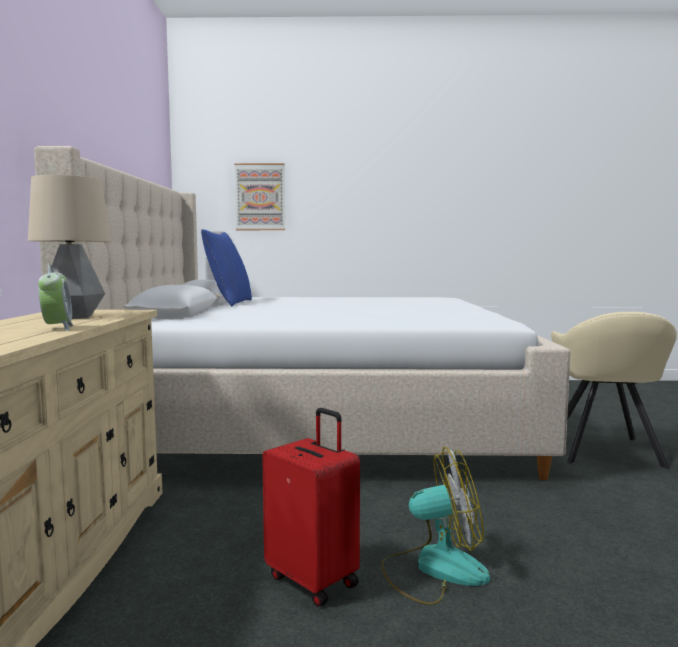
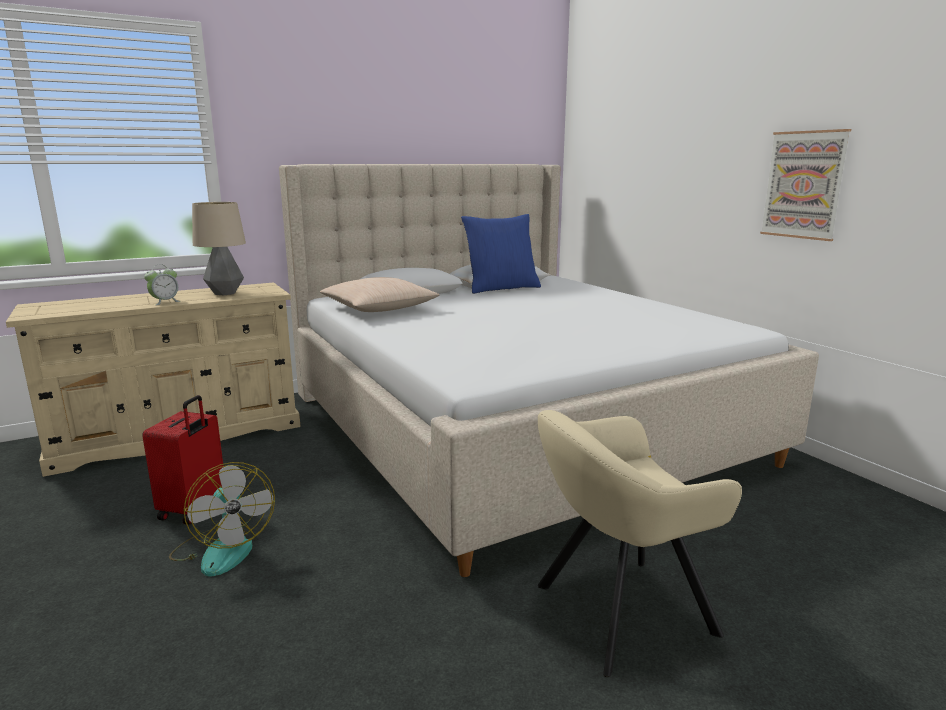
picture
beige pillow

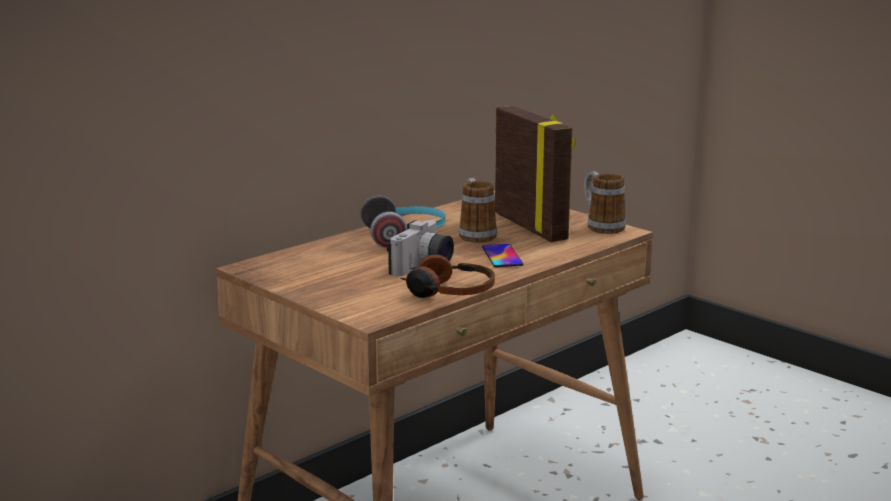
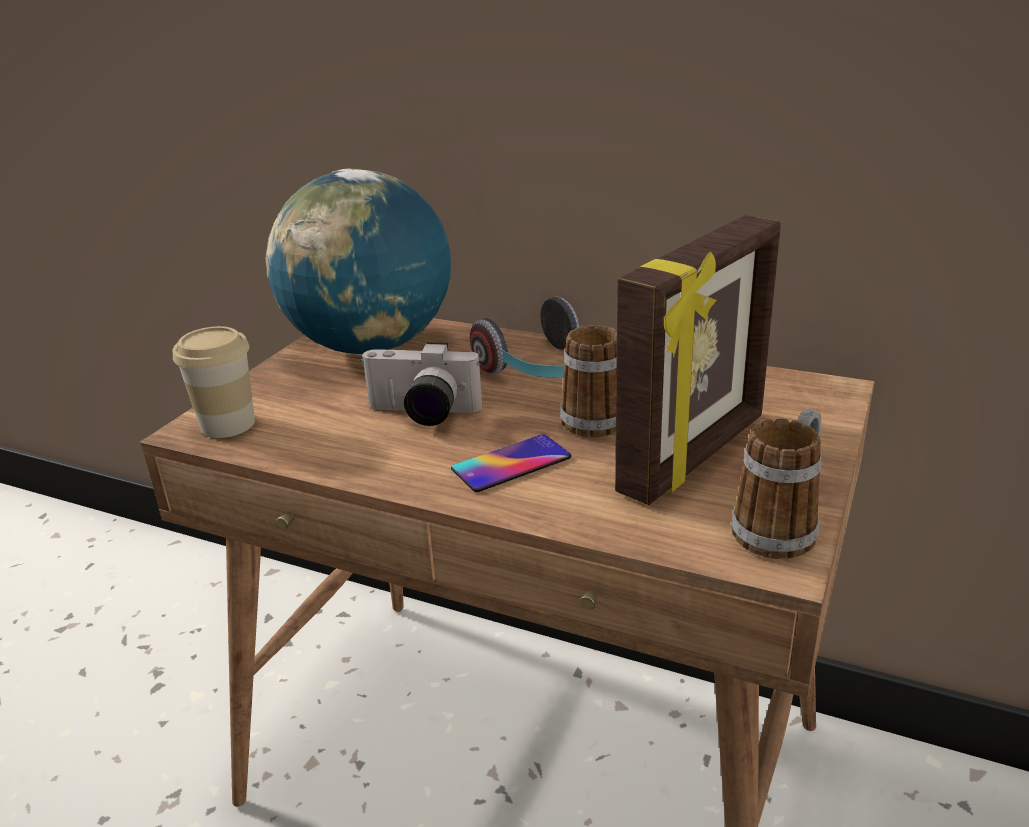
headphones (2nd from left in the first image)
globe
cup

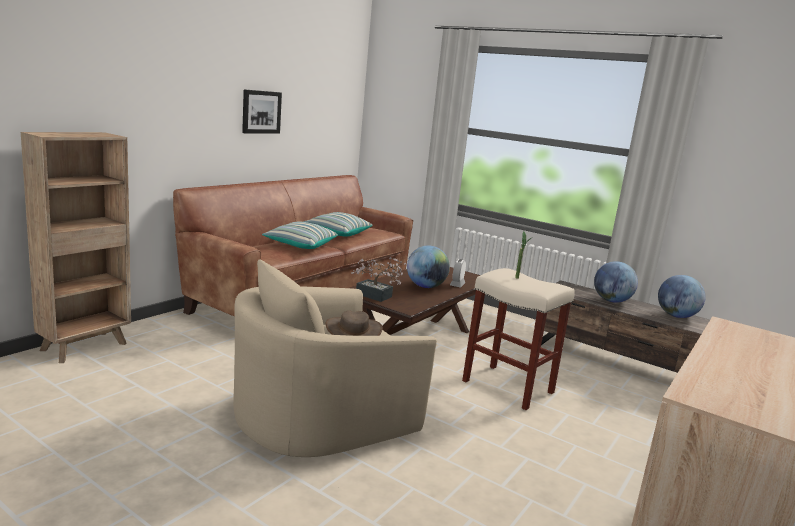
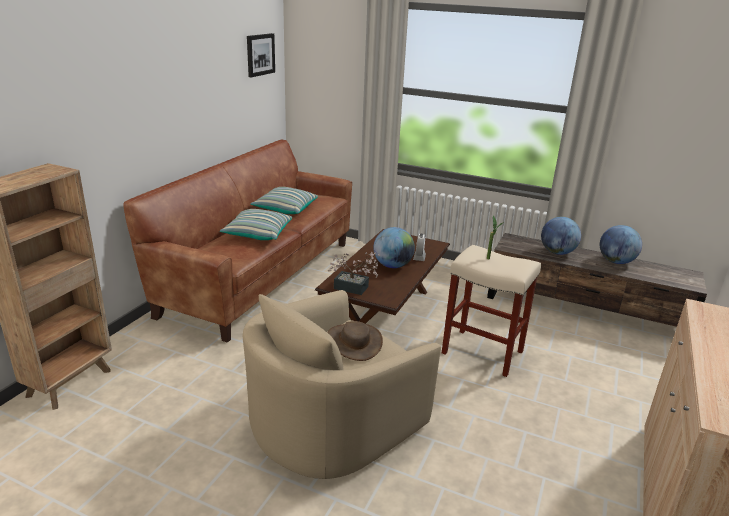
picture

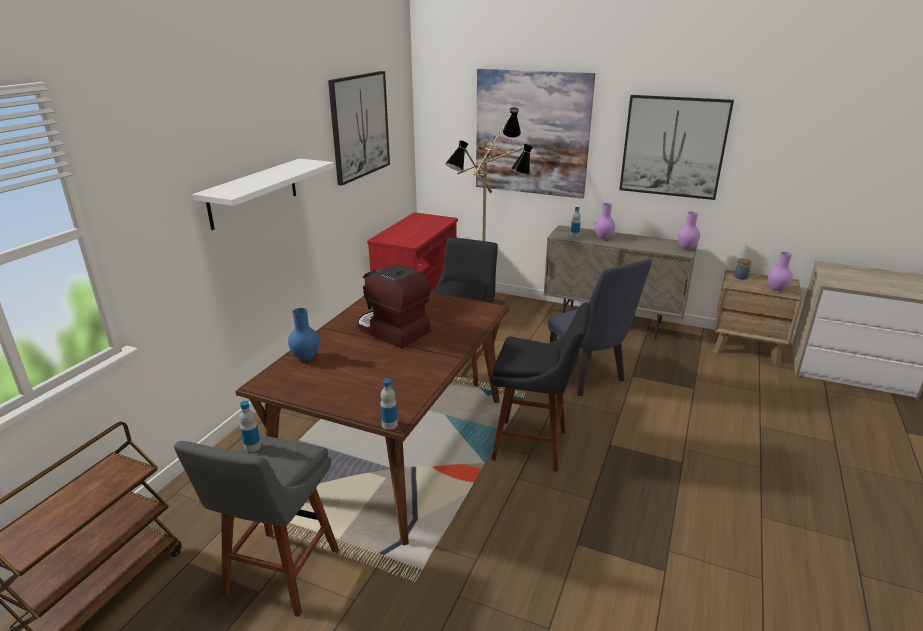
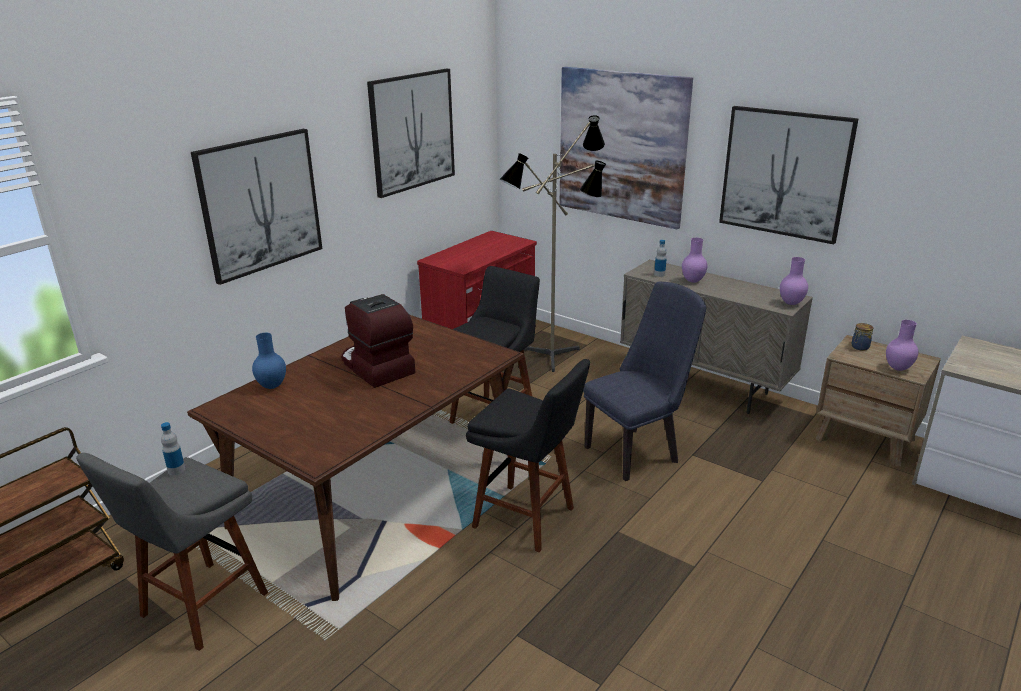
picture (1st from left)
blue chair
bottle (2nd from left in the first image)

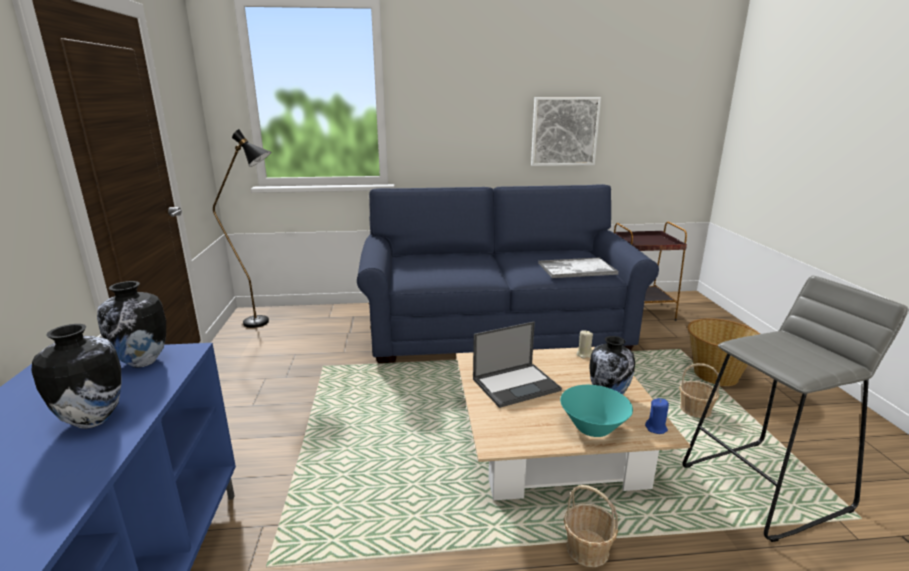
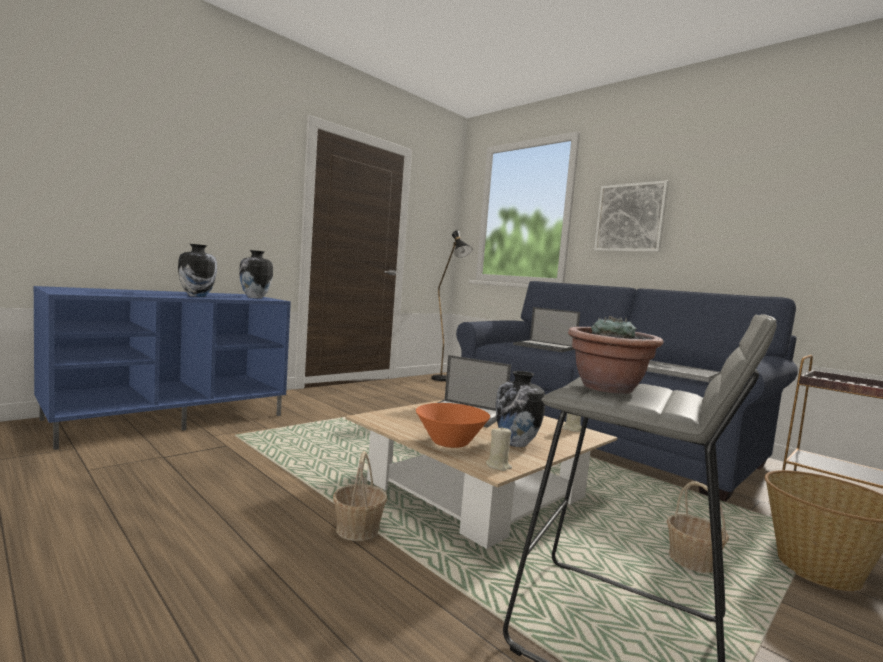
picture
orange bowl
beige candle (1st from left)
laptop (2nd from left)
potted plant

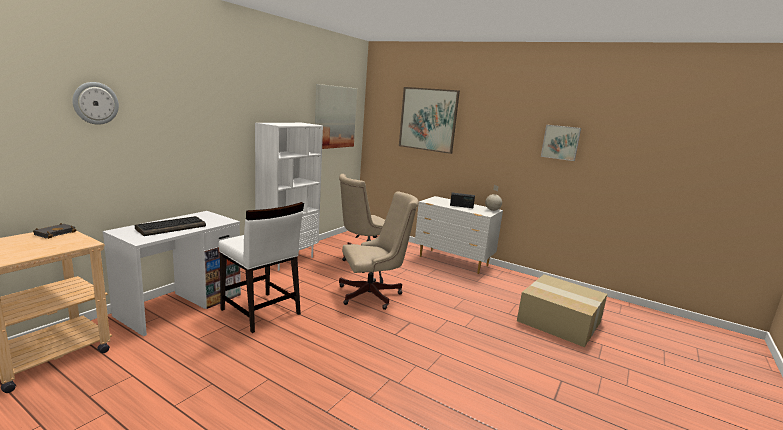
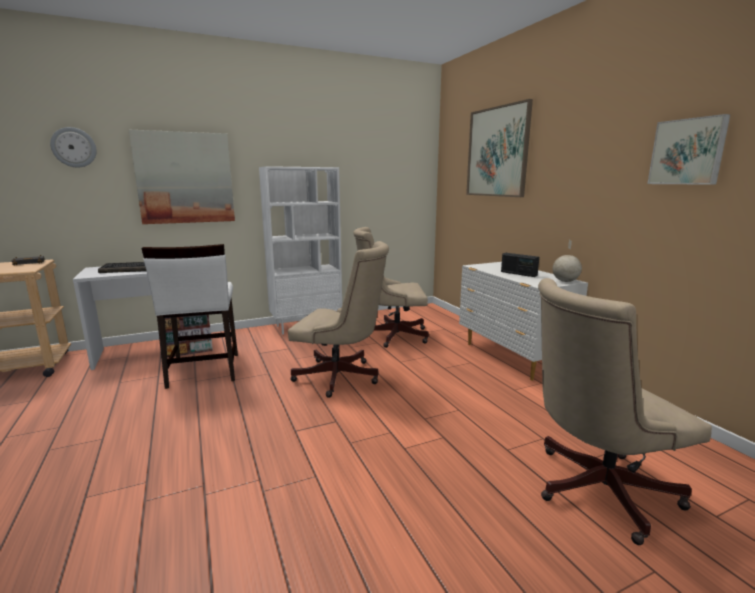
picture (1st from left)
beige office chair (3rd from left)

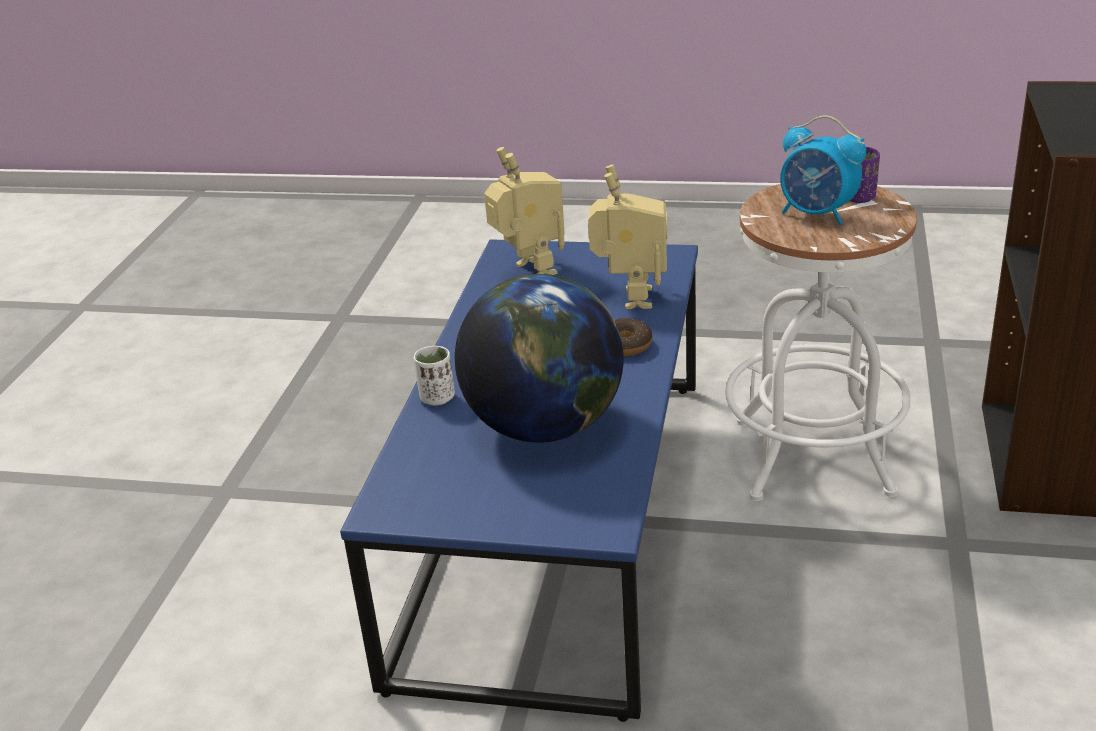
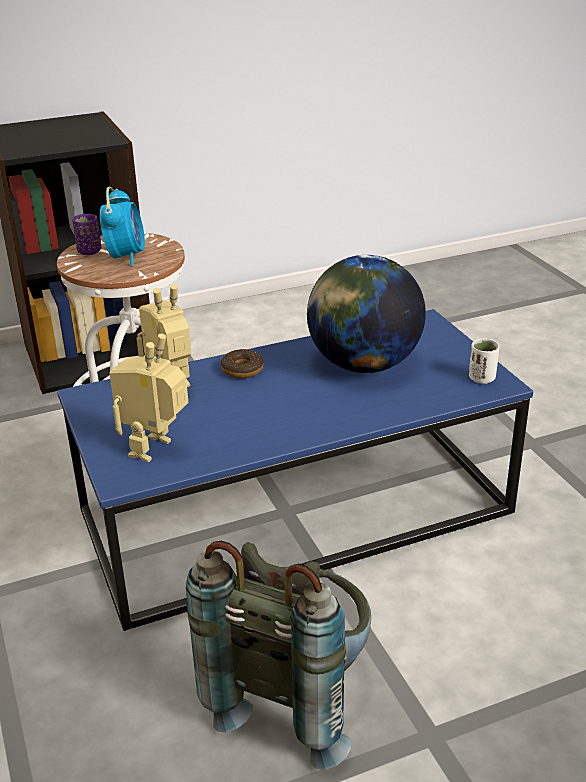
white cup
grey backpack

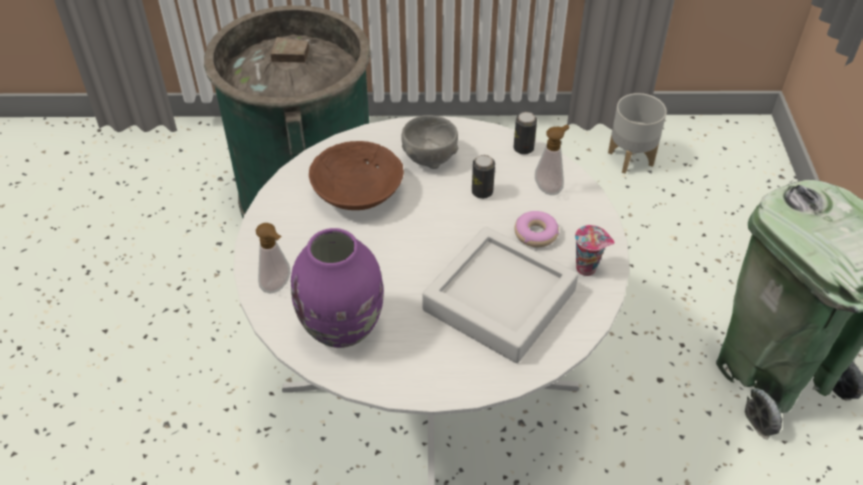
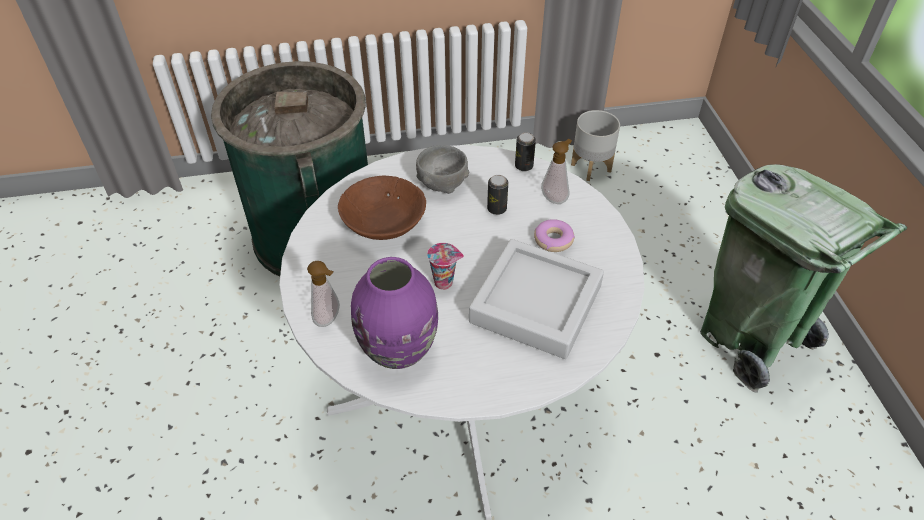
cup

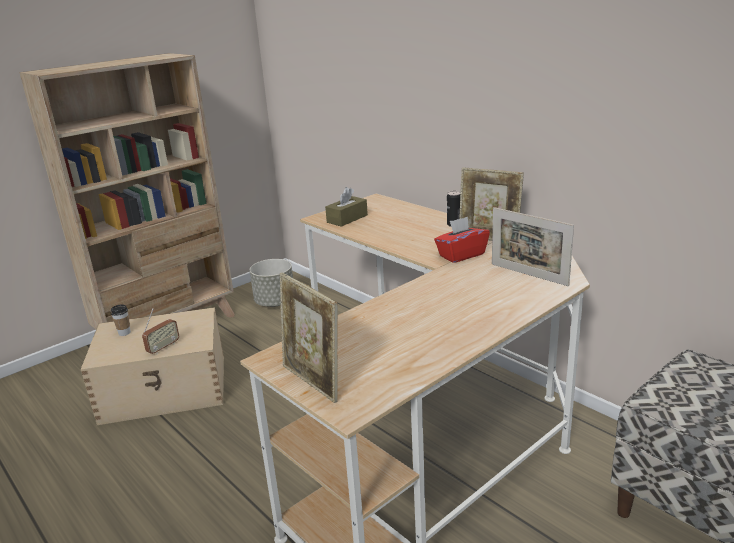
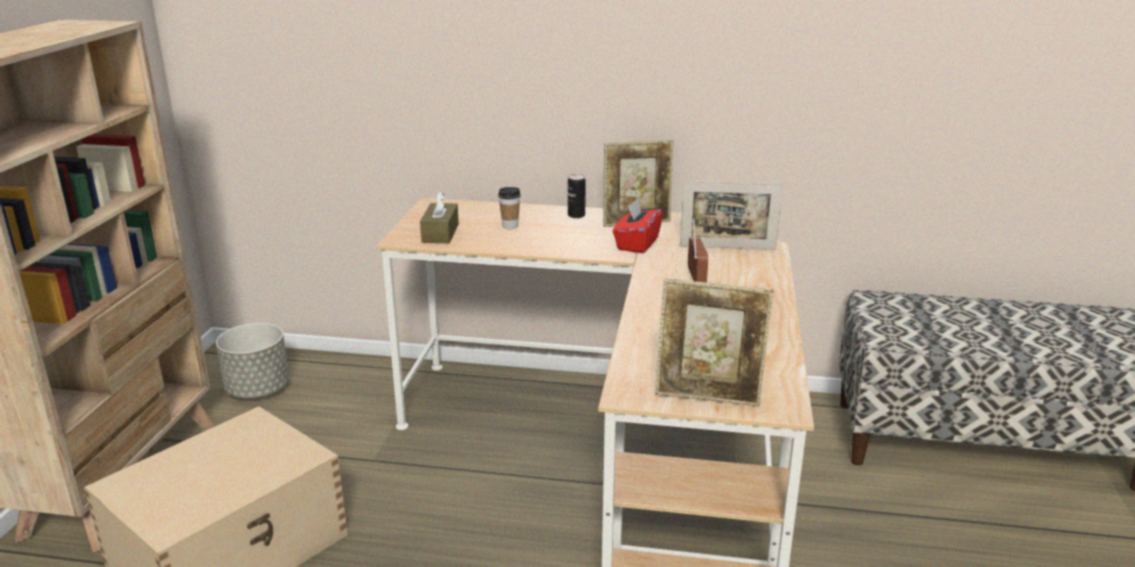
cup
radio

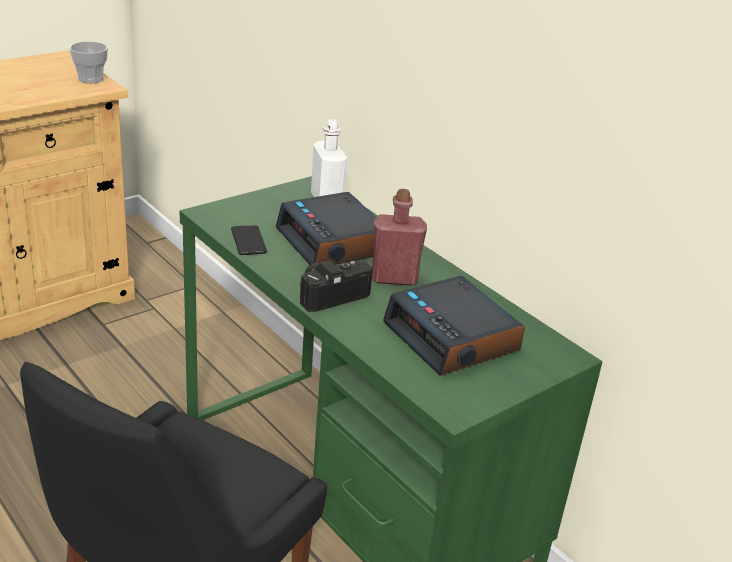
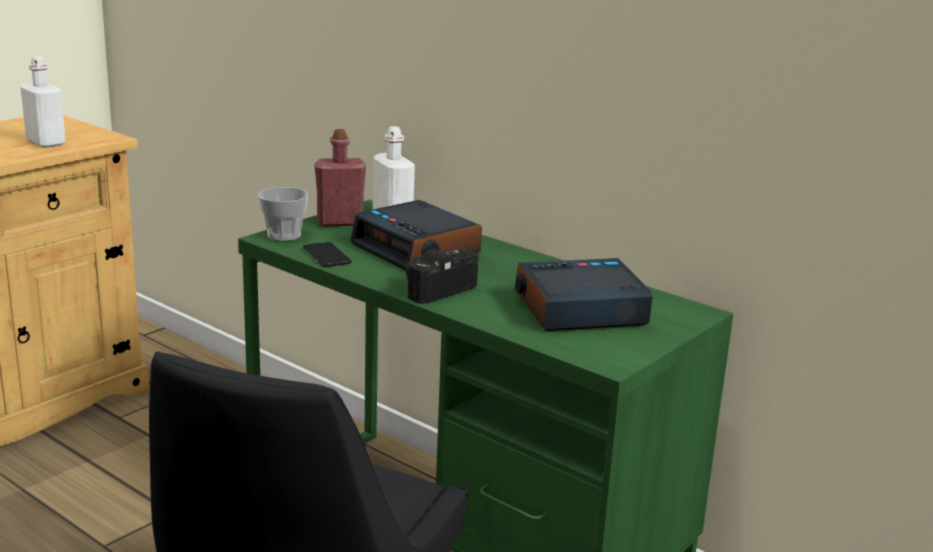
cup
red bottle
alarm clock (2nd from left)
white bottle (1st from left)

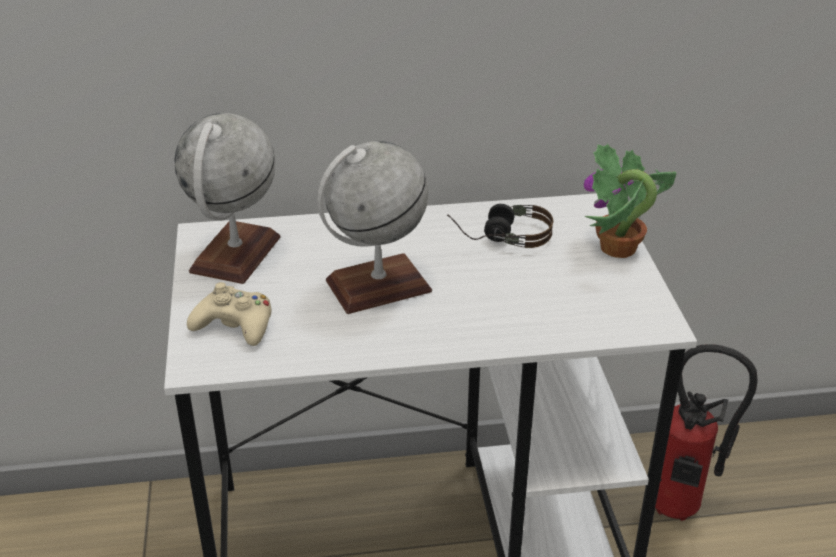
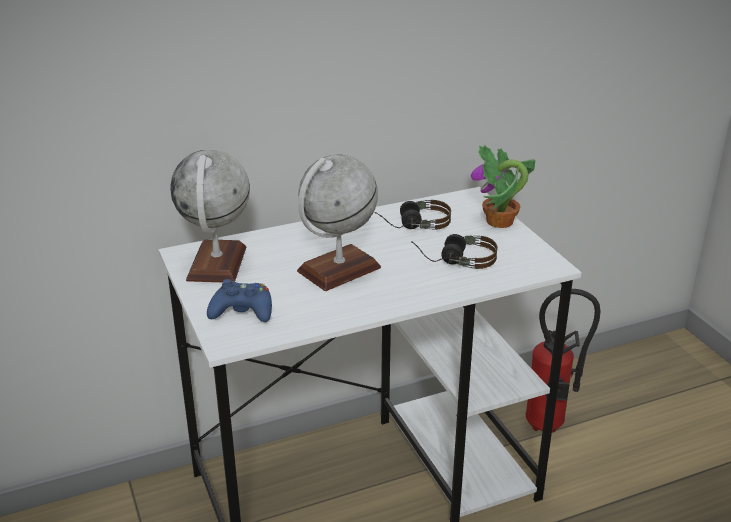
blue game controller
headphones (2nd from left)

